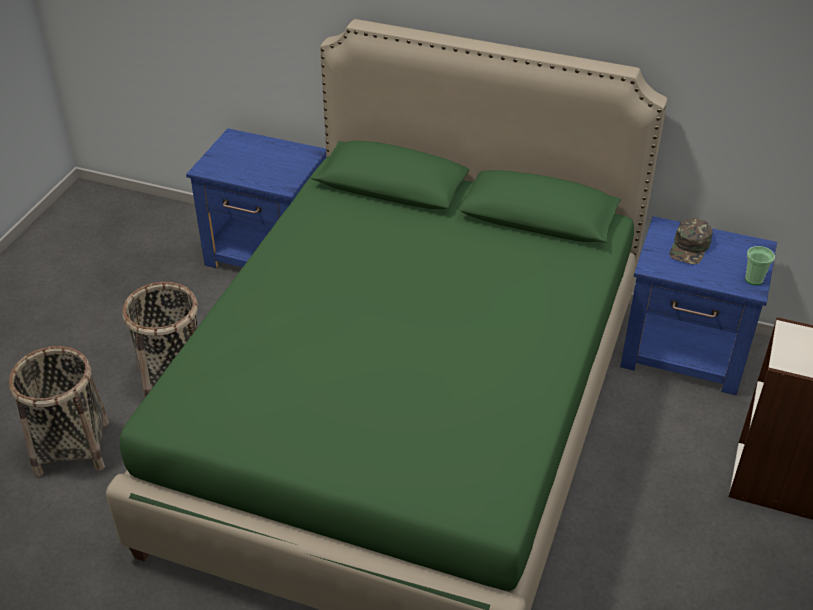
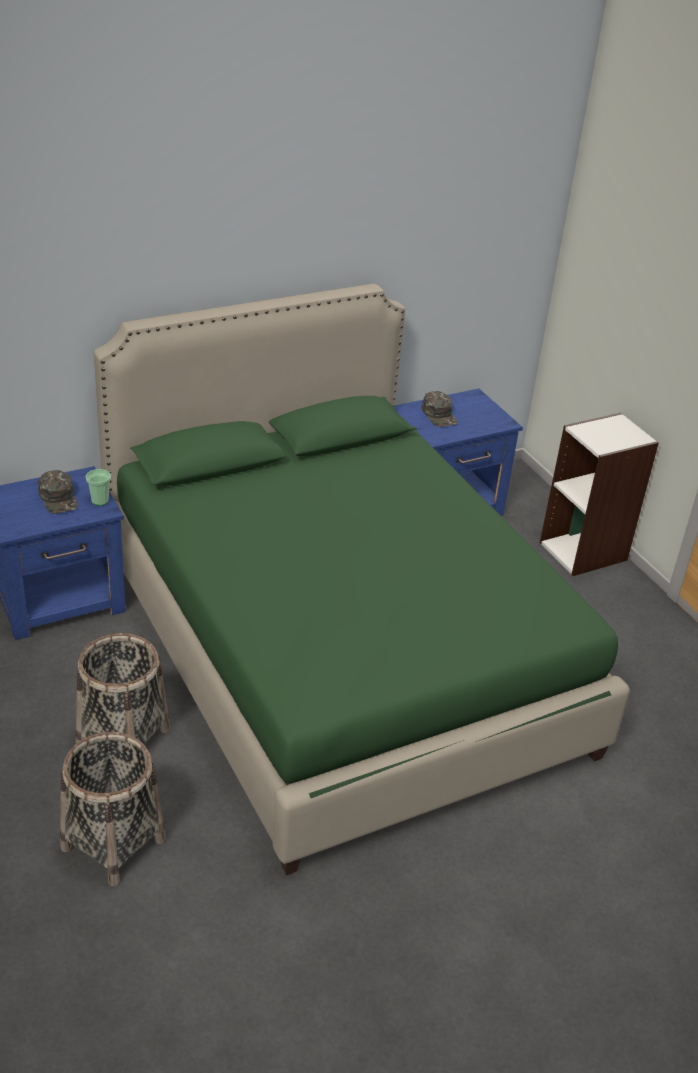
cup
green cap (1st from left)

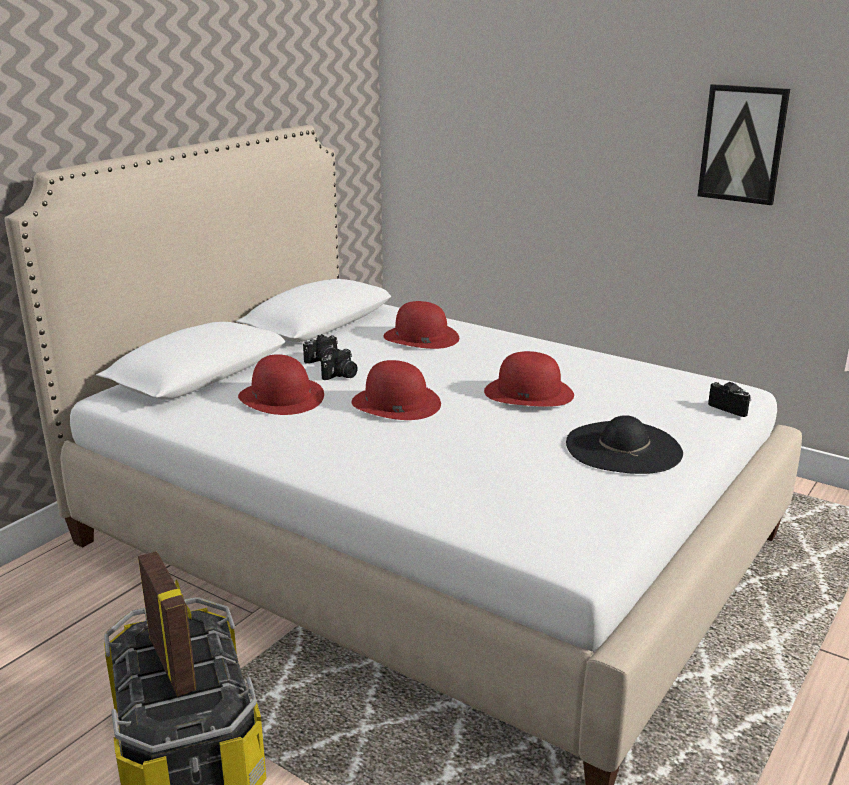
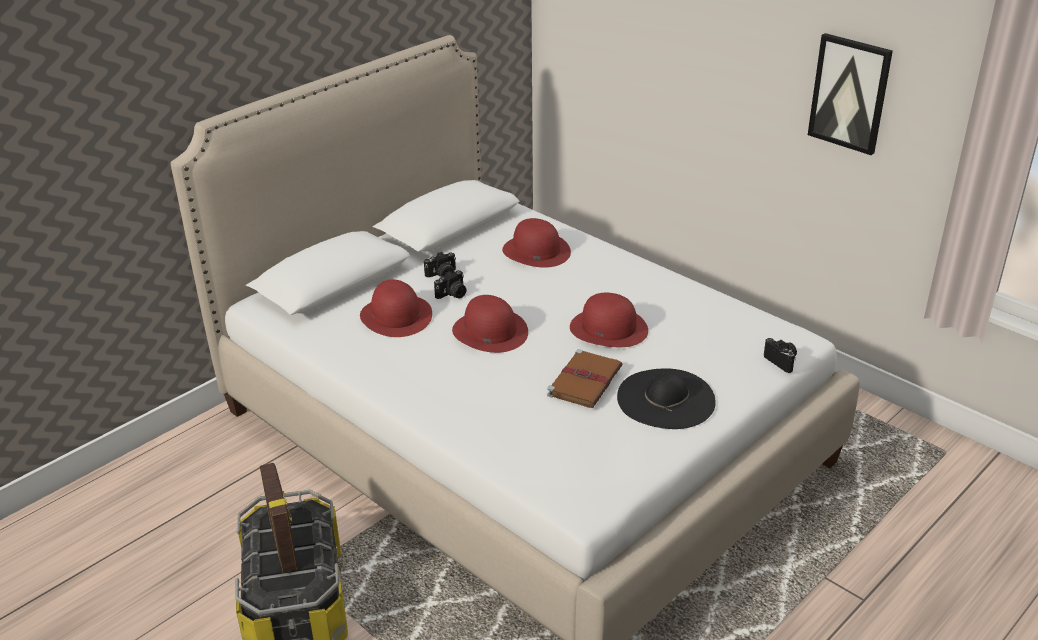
brown book

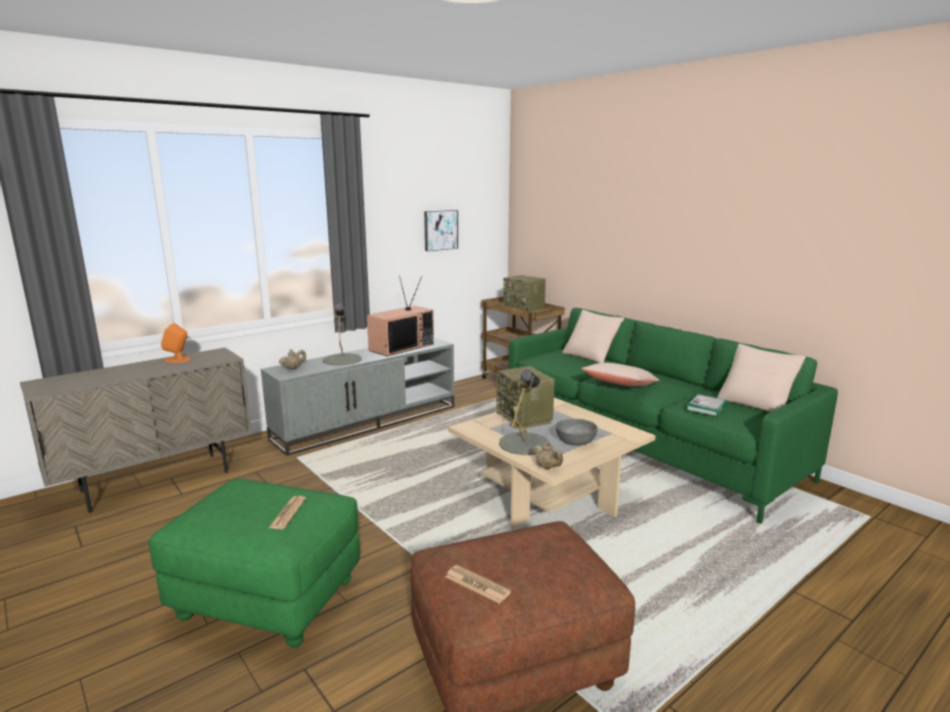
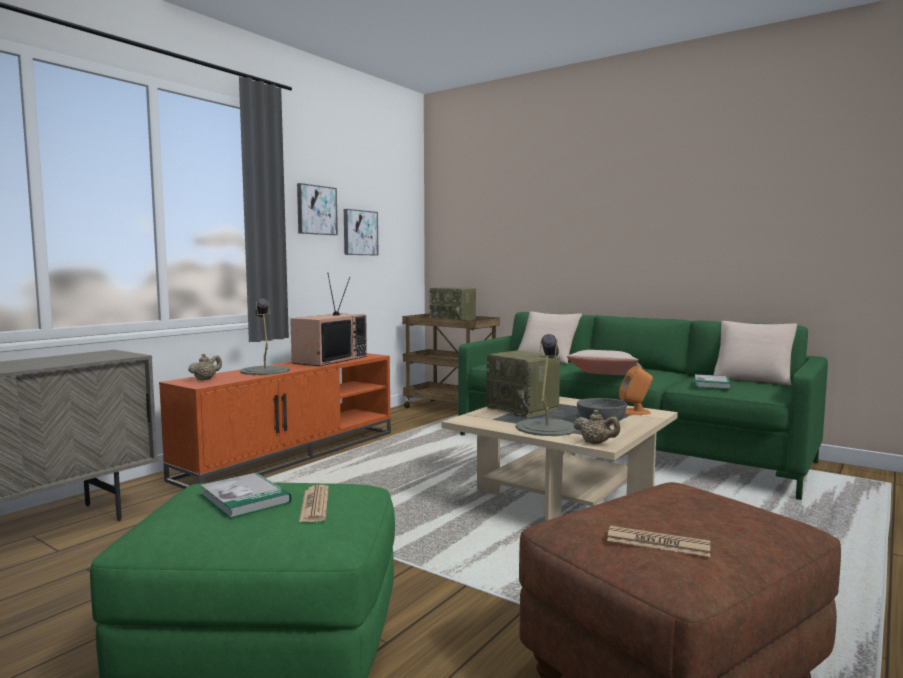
orange speaker
orange tv stand
picture (1st from left)
book (1st from left)

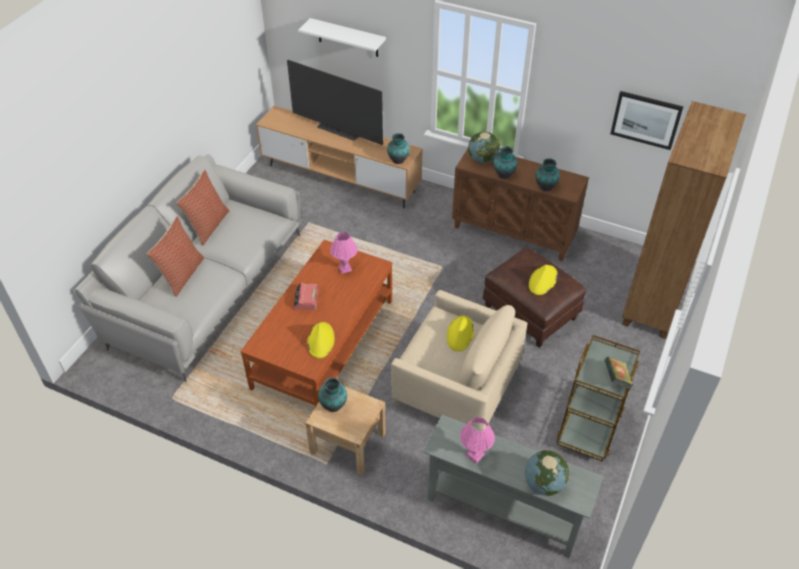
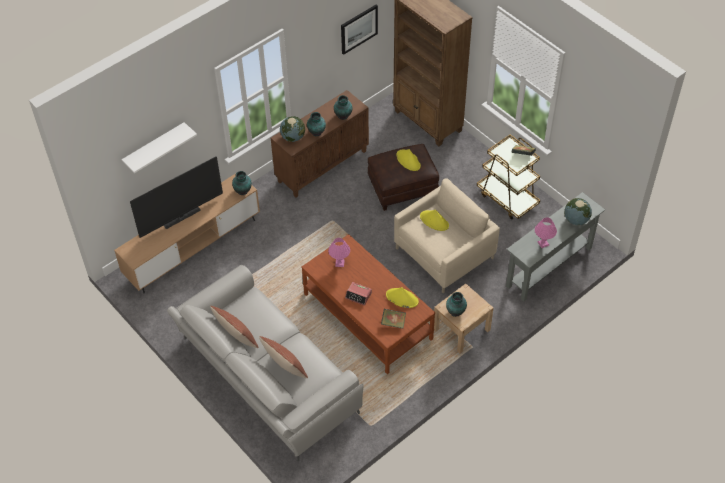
book (1st from left)

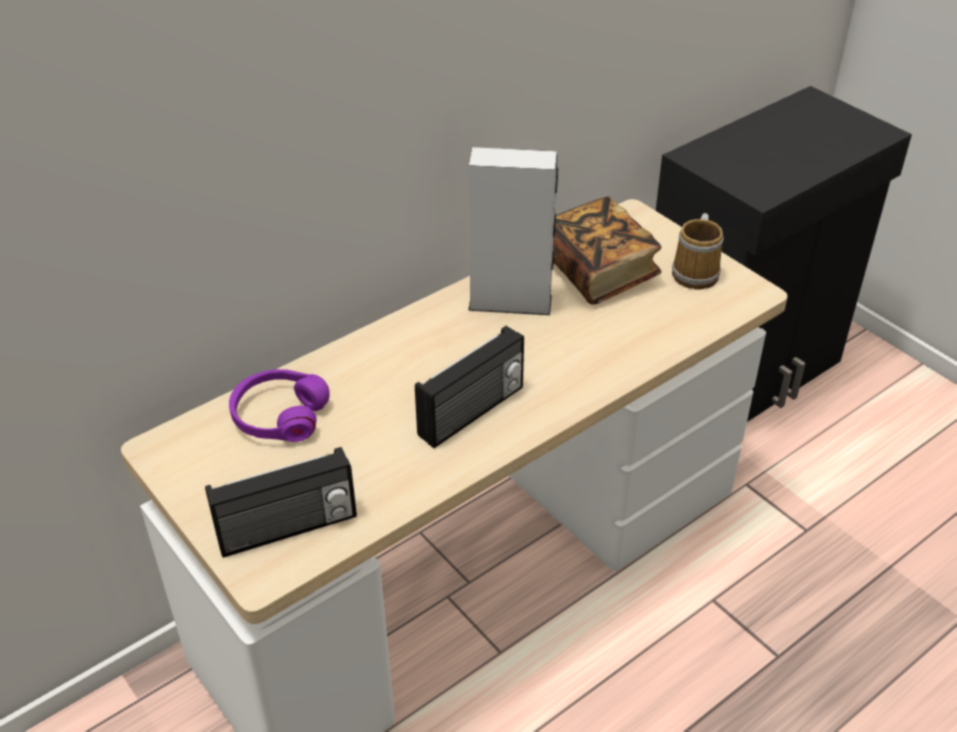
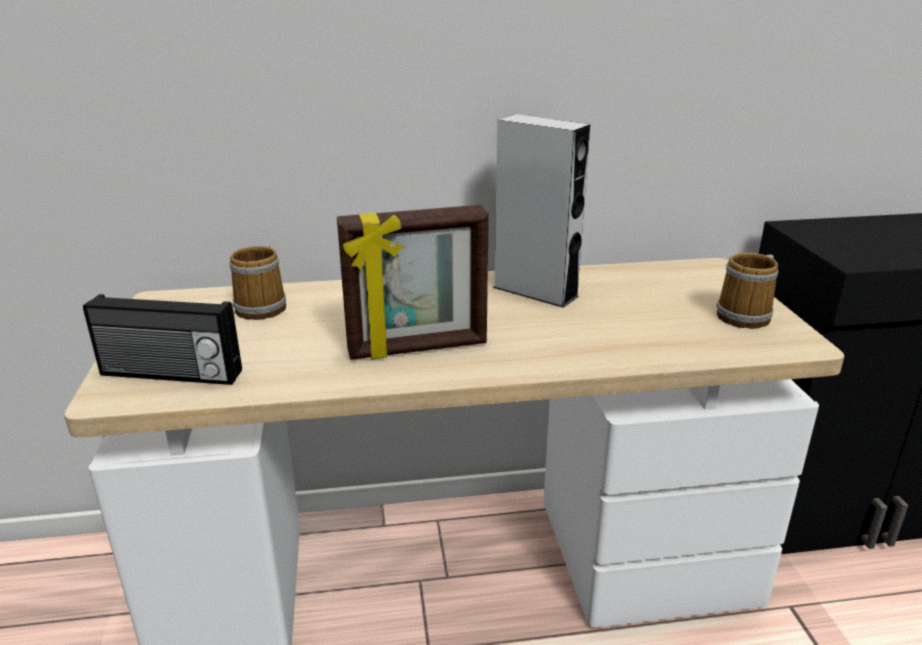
book
picture frame
mug (1st from left)

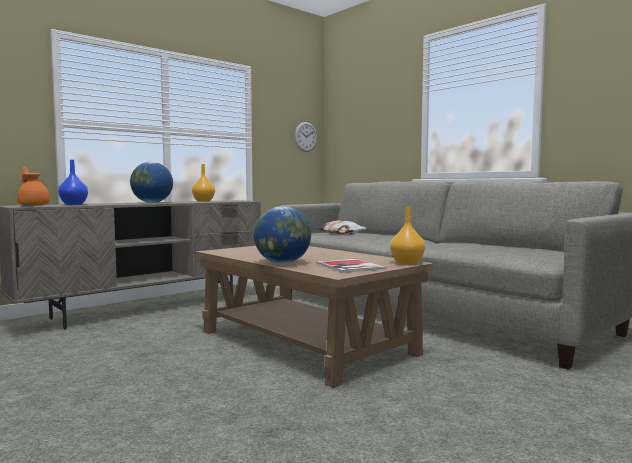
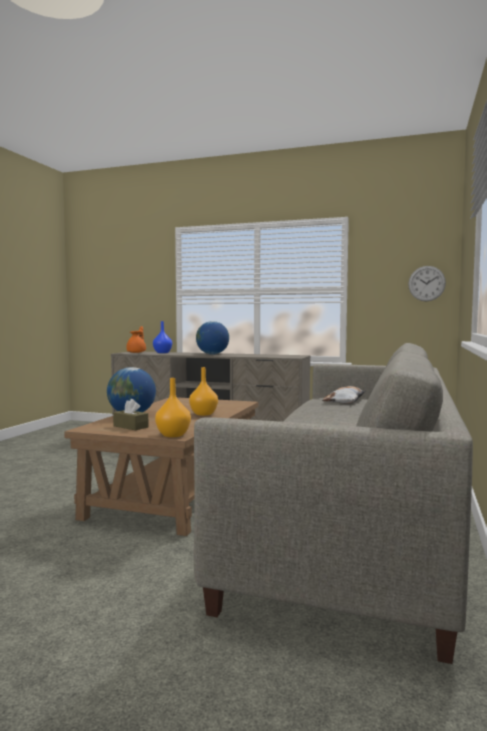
orange vase (2nd from left)
brown tissue box

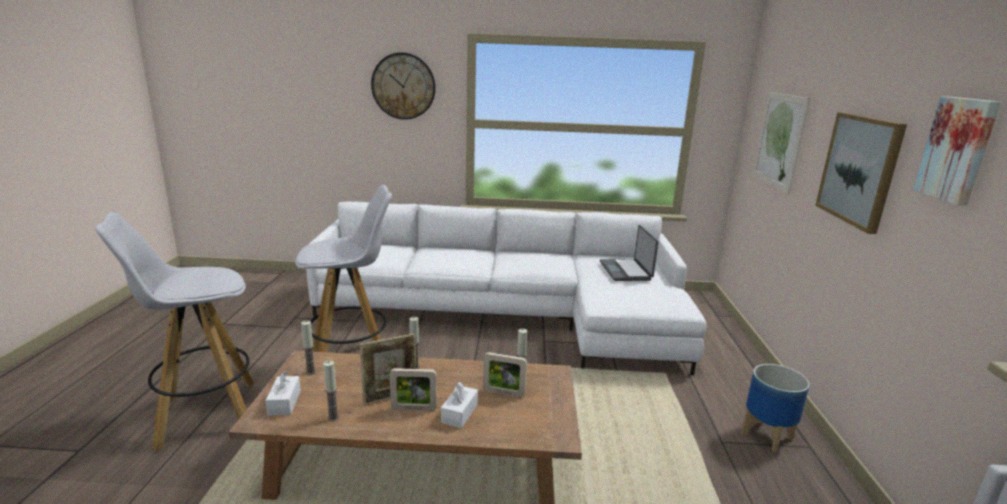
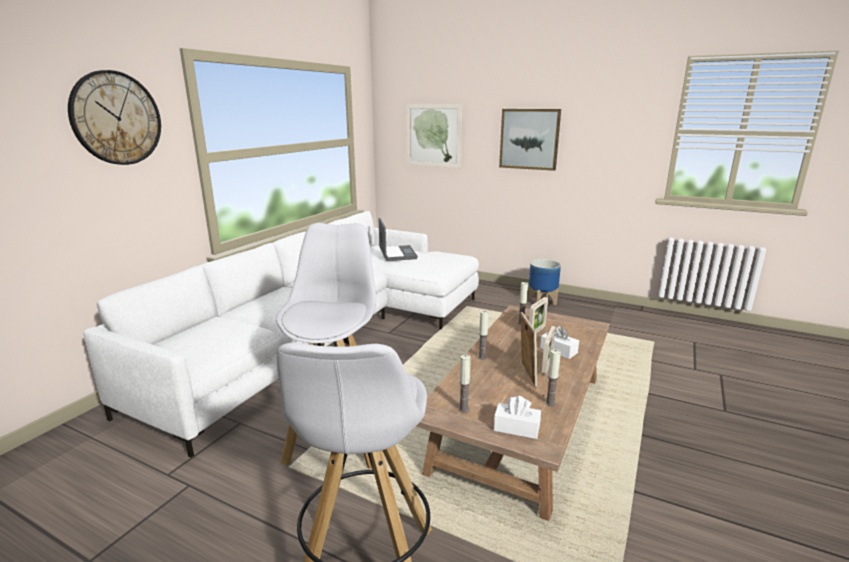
picture (3rd from left in the first image)
laptop

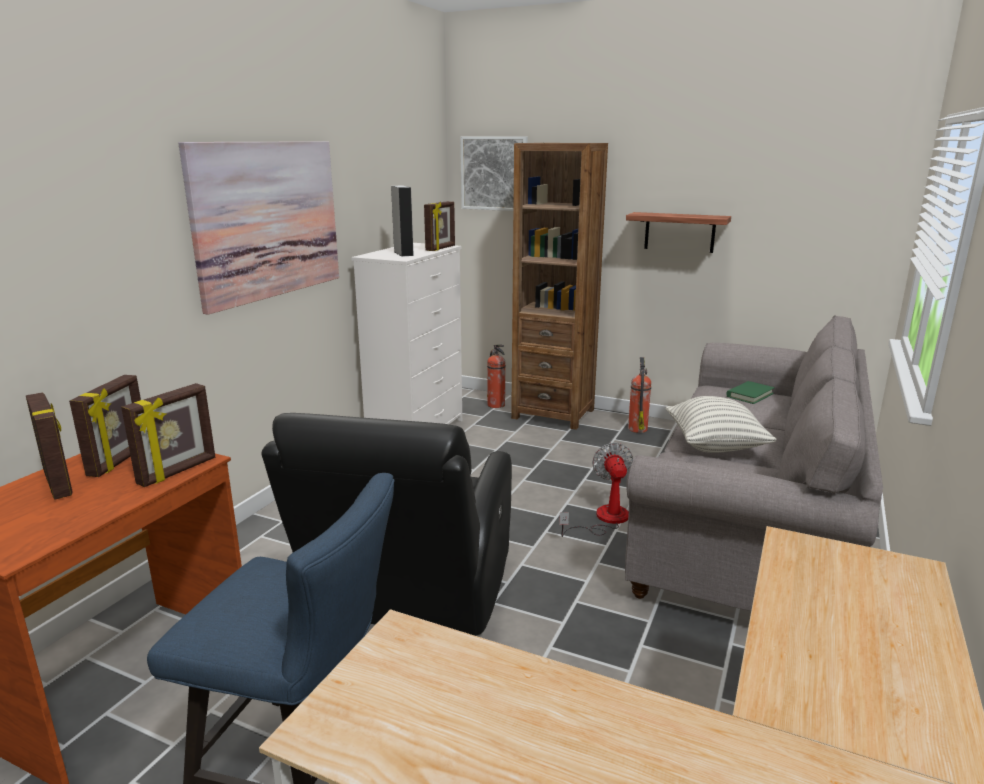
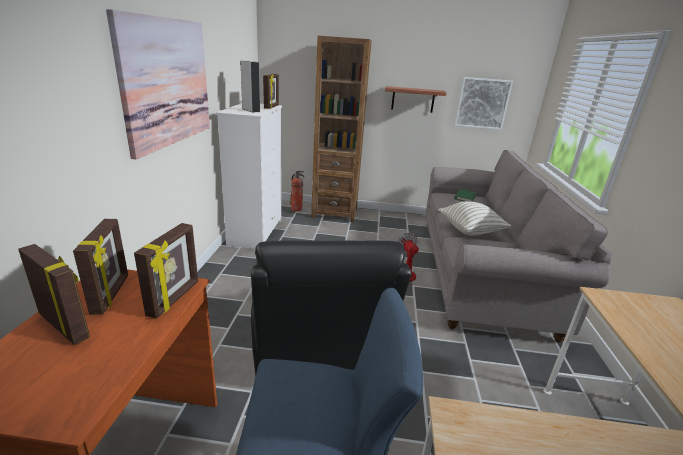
picture (2nd from left)
fire extinguisher (2nd from left in the first image)

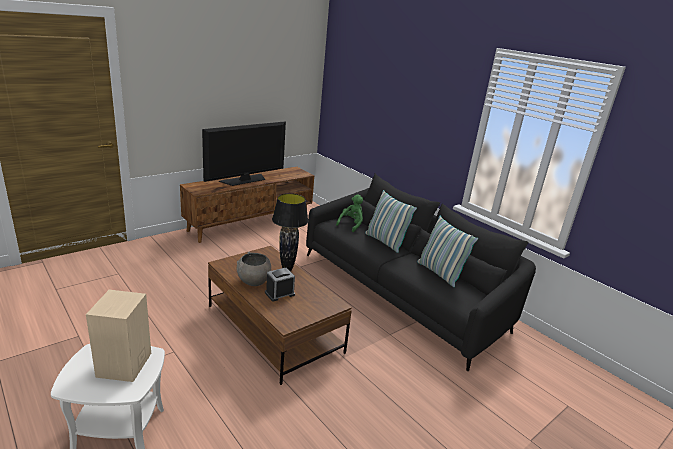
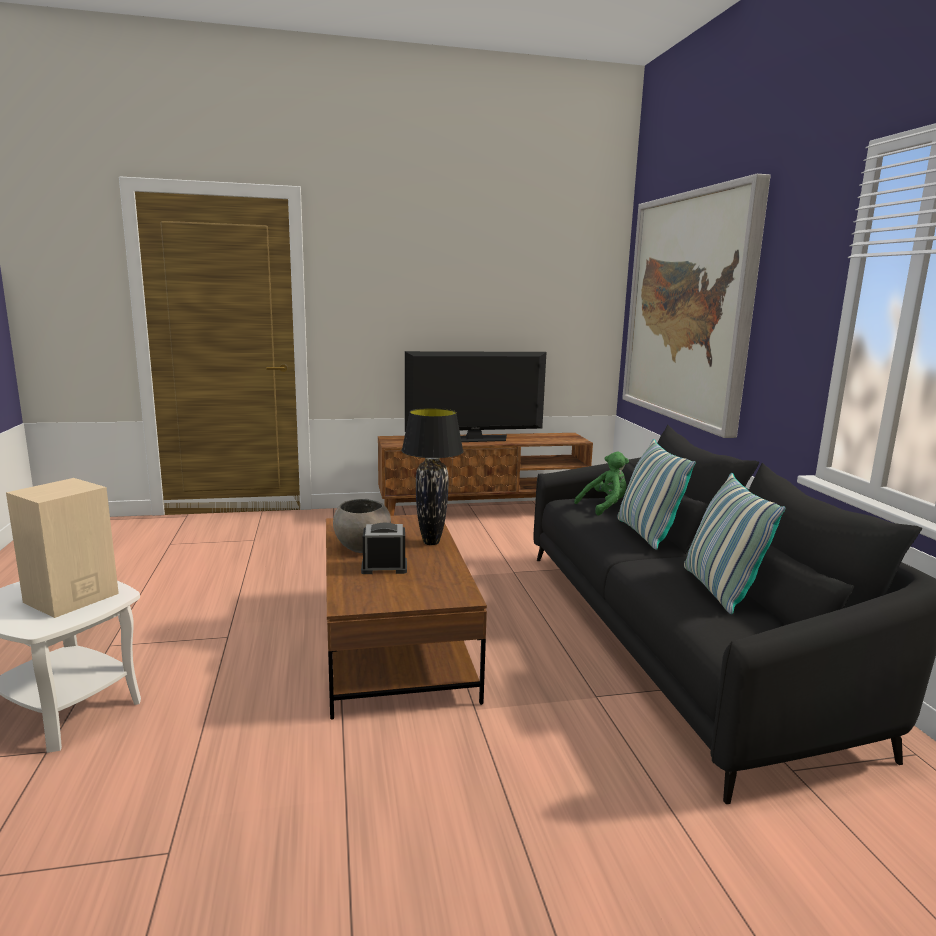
picture

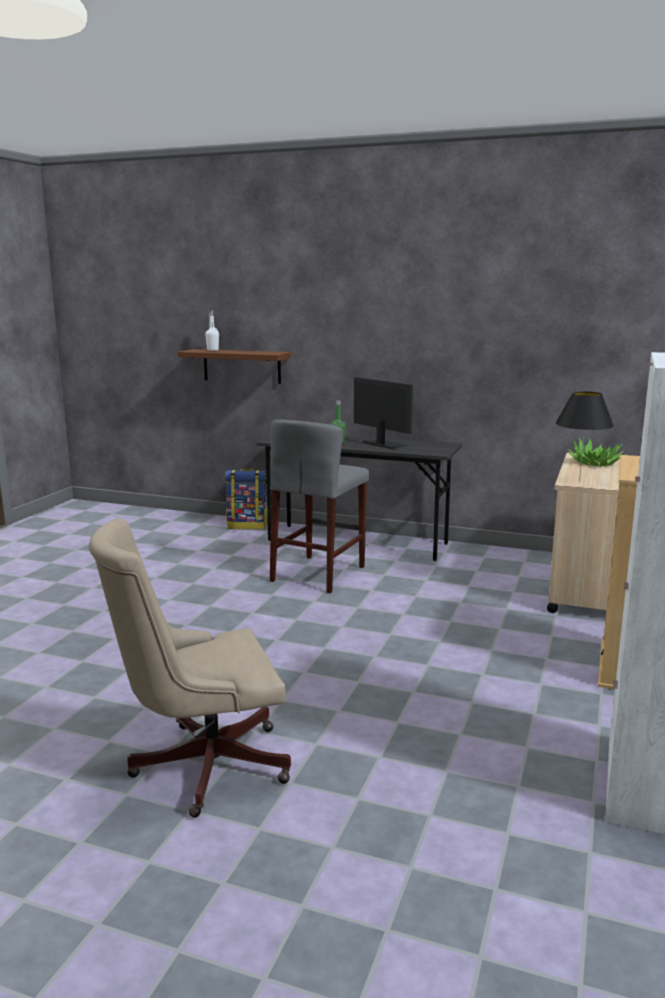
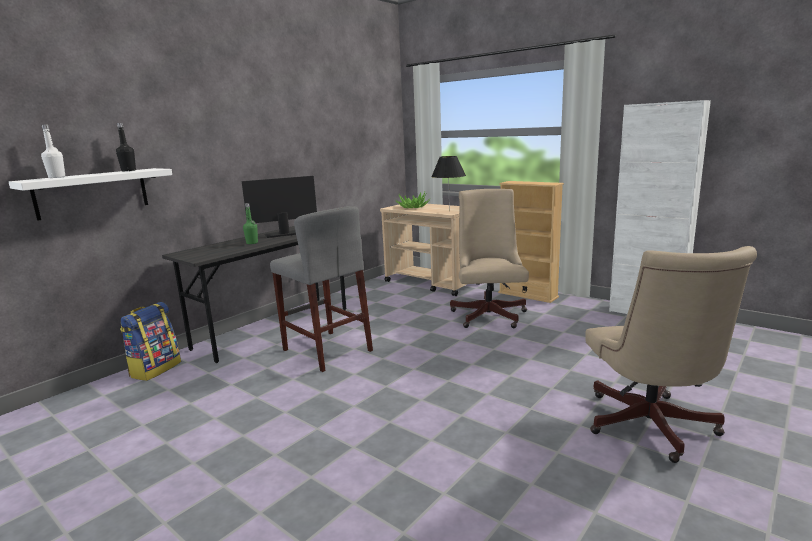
white shelf
black bottle
beige office chair (1st from left)

